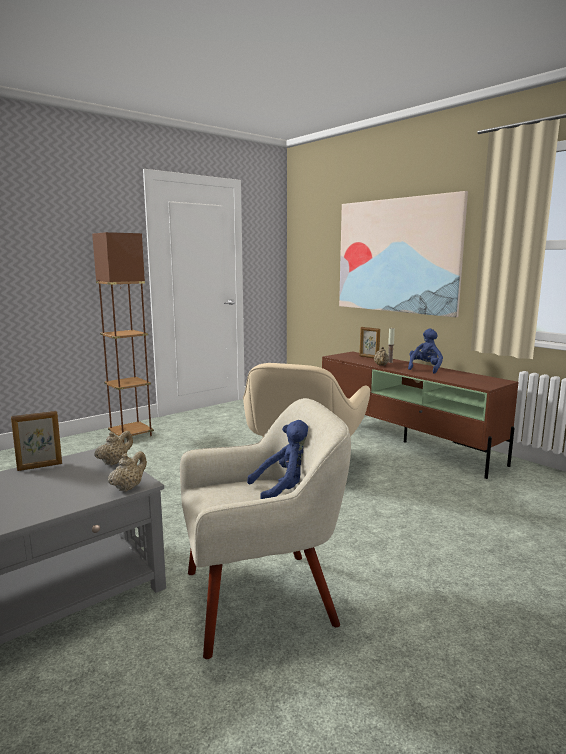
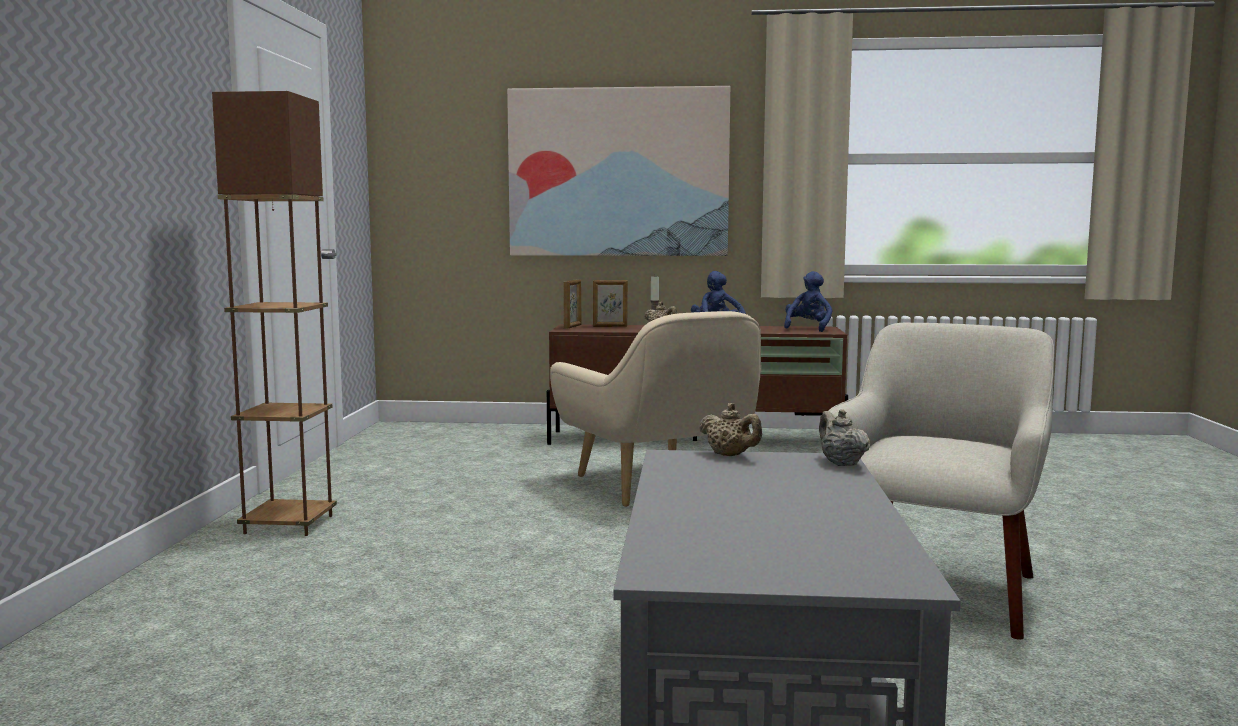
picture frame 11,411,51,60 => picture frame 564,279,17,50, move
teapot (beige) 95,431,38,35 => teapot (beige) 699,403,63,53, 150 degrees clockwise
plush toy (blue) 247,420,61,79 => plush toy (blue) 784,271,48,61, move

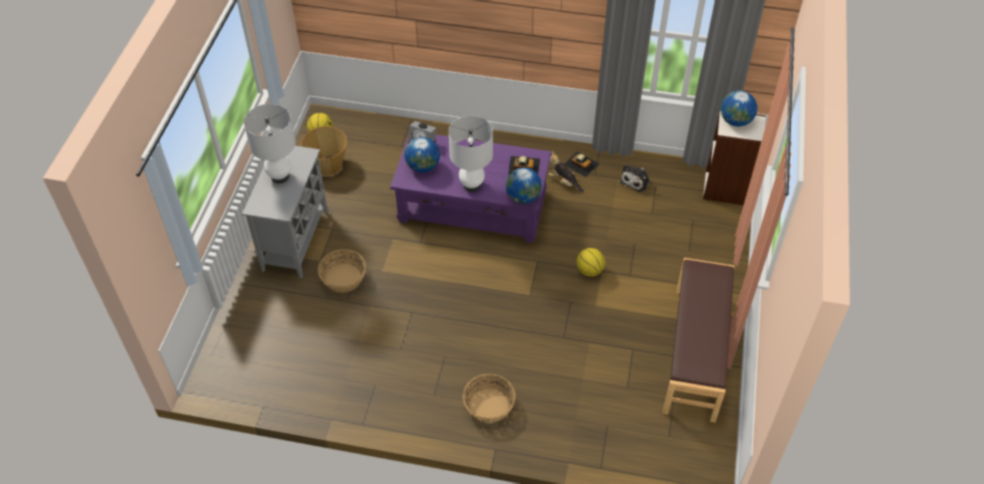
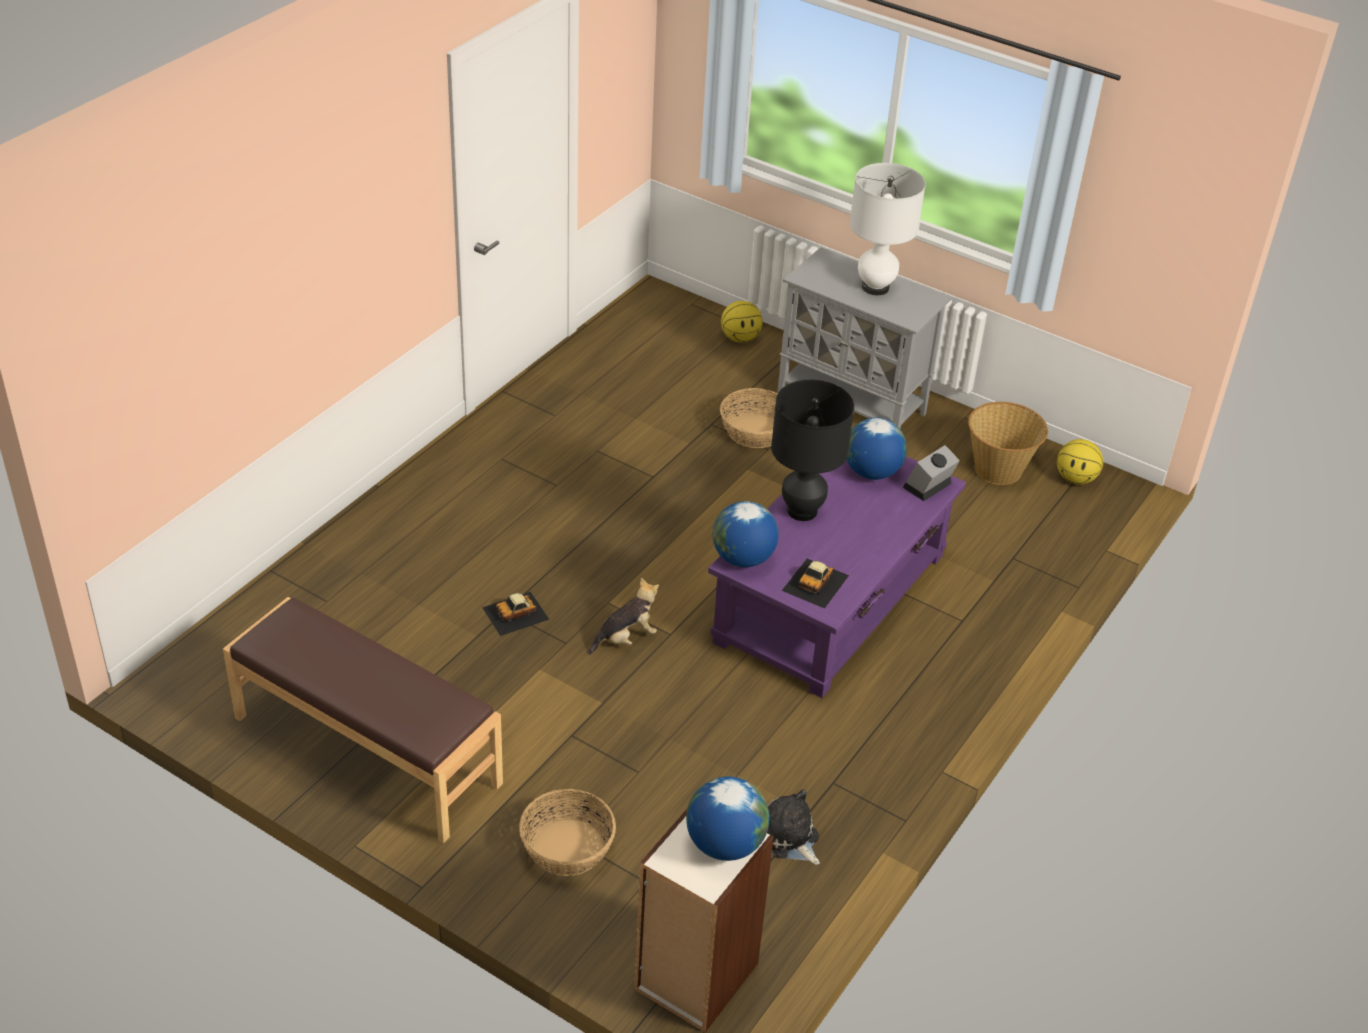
table lamp (white) 449,116,44,76 => table lamp (black) 771,379,83,142
basket 463,374,53,49 => basket 519,789,97,87, move
plush toy 548,152,36,40 => plush toy 588,578,71,77, move
toy car 564,151,35,26 => toy car 482,592,67,44, move
basketball 576,248,29,29 => basketball 721,301,42,42, move

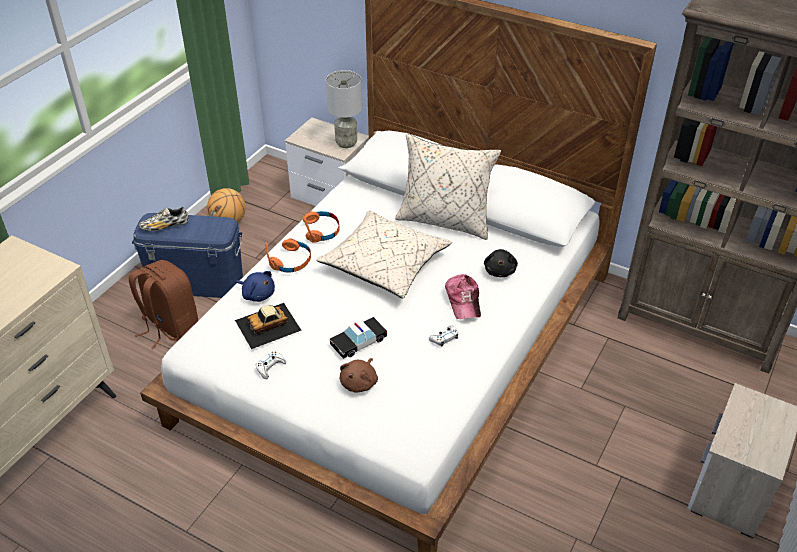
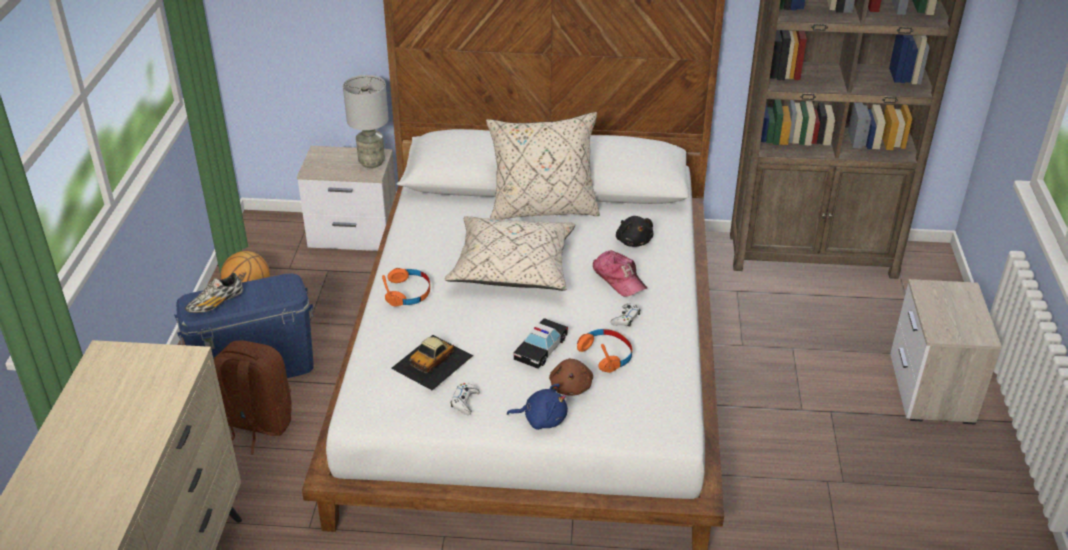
plush toy (blue) 235,271,40,31 => plush toy (blue) 507,384,61,46, move
headphones (orange) 303,211,37,32 => headphones (orange) 577,329,55,44, move

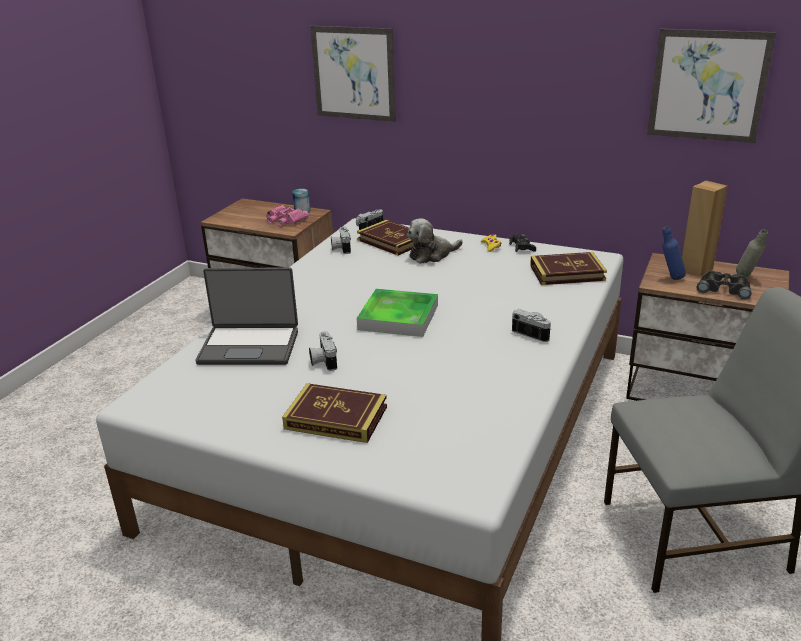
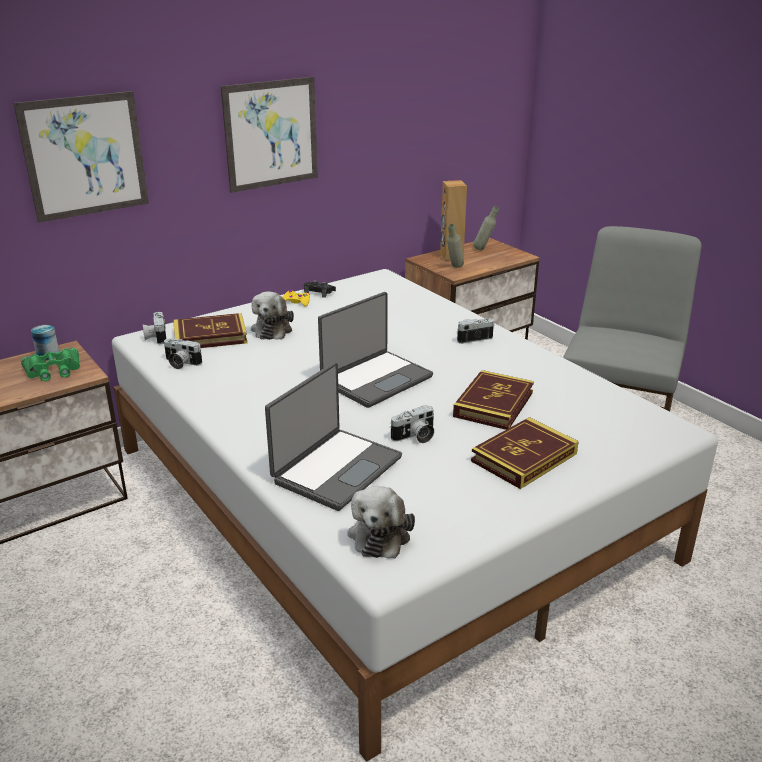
binoculars (pink) 266,205,43,21 => binoculars (green) 21,348,59,33
photo camera 309,331,28,40 => photo camera 390,405,44,38, 45 degrees counterclockwise
tray 357,289,81,48 => laptop 318,292,115,116
book 530,252,77,33 => book 453,370,81,60, move
picture 647,29,129,114 => picture 221,77,97,116, move
bottle (blue) 662,226,24,54 => bottle (grey) 447,224,17,44
binoculars (black) 697,271,55,29 => nothing
nothing => plush toy 347,486,68,72

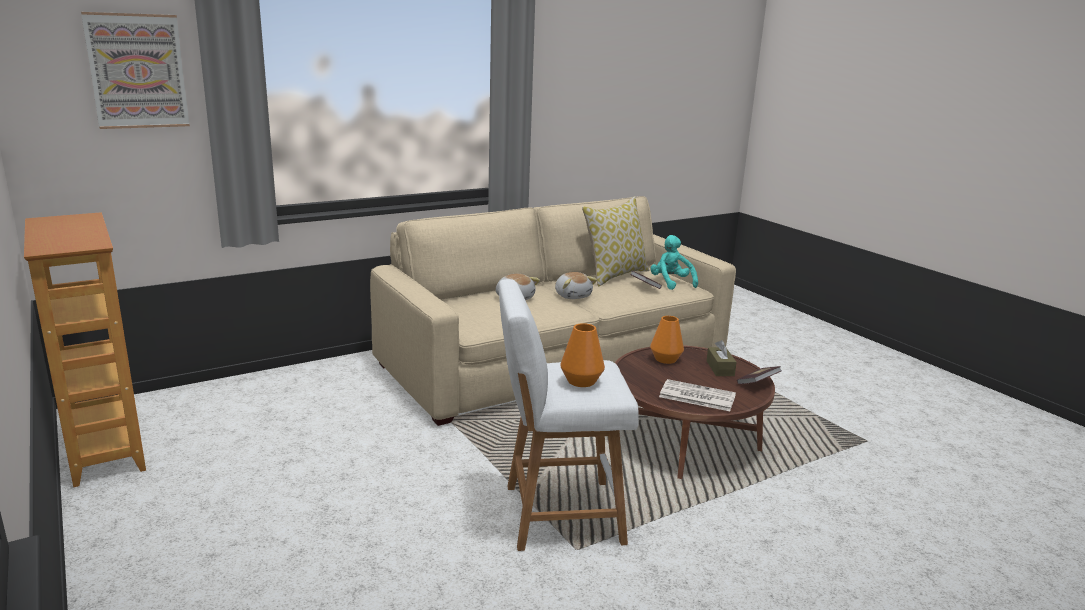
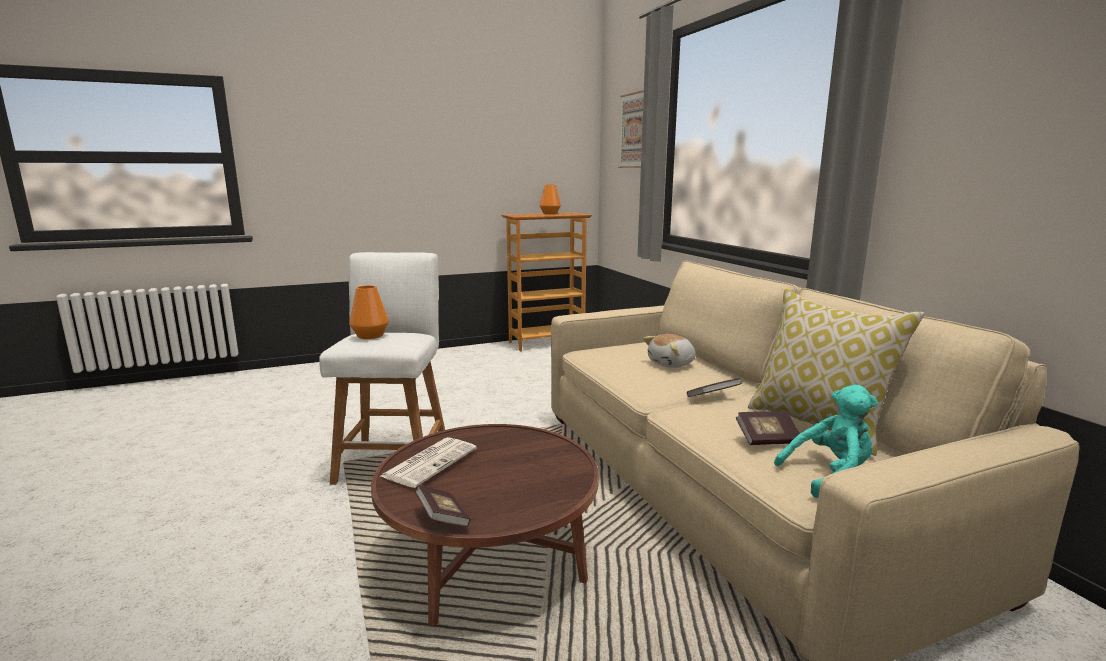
plush toy 555,272,42,27 => book 687,378,54,19
vase (orange) 650,316,34,48 => vase (orange) 539,184,22,30, move
tissue box (brown) 707,340,30,36 => nothing

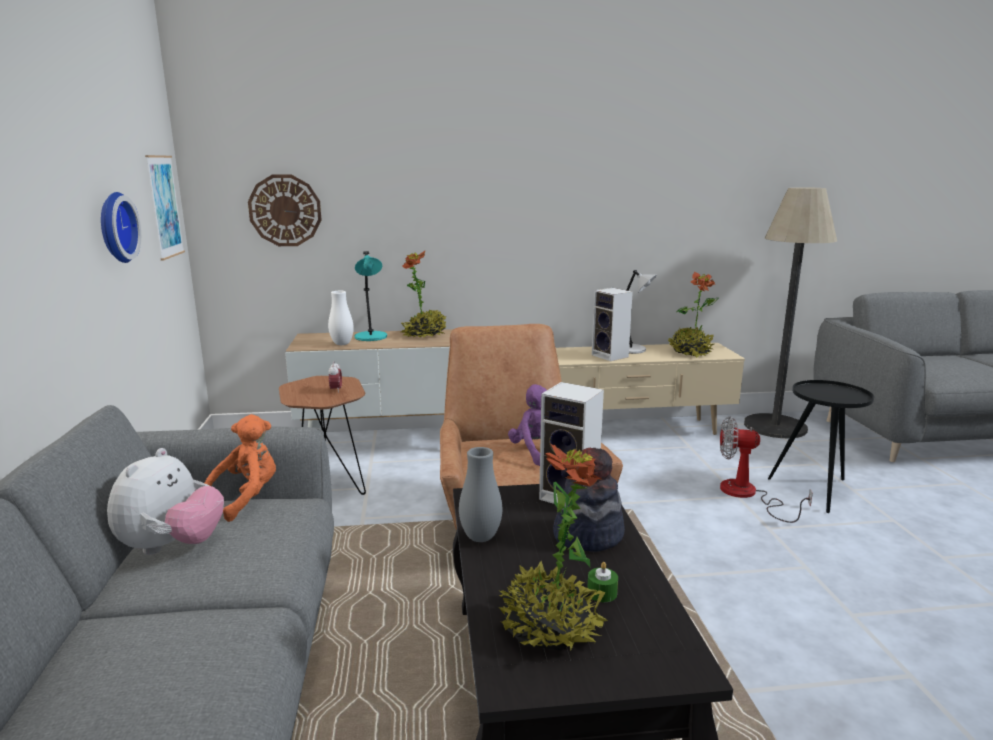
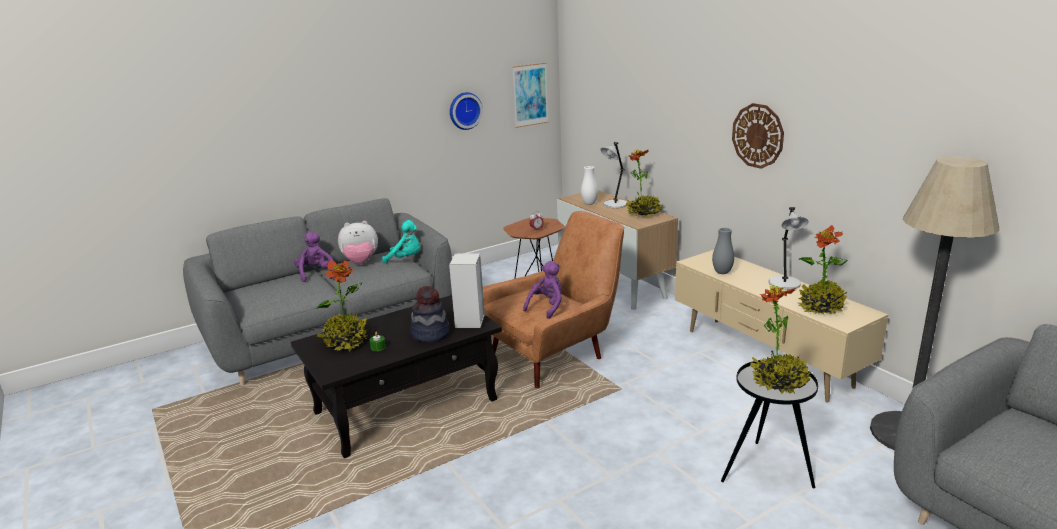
plush toy (orange) 205,414,71,108 => plush toy (turquoise) 382,220,38,44
wall clock 248,175,73,71 => wall clock 732,103,52,66, move
table lamp (turquoise) 354,251,33,90 => table lamp (grey) 600,142,28,66
vase (grey) 459,447,43,95 => vase (grey) 712,228,22,46, move
speaker 592,288,41,73 => nothing
fan 720,417,93,106 => nothing
nothing => plush toy (purple) 294,231,40,51
nothing => potted plant 750,286,62,108

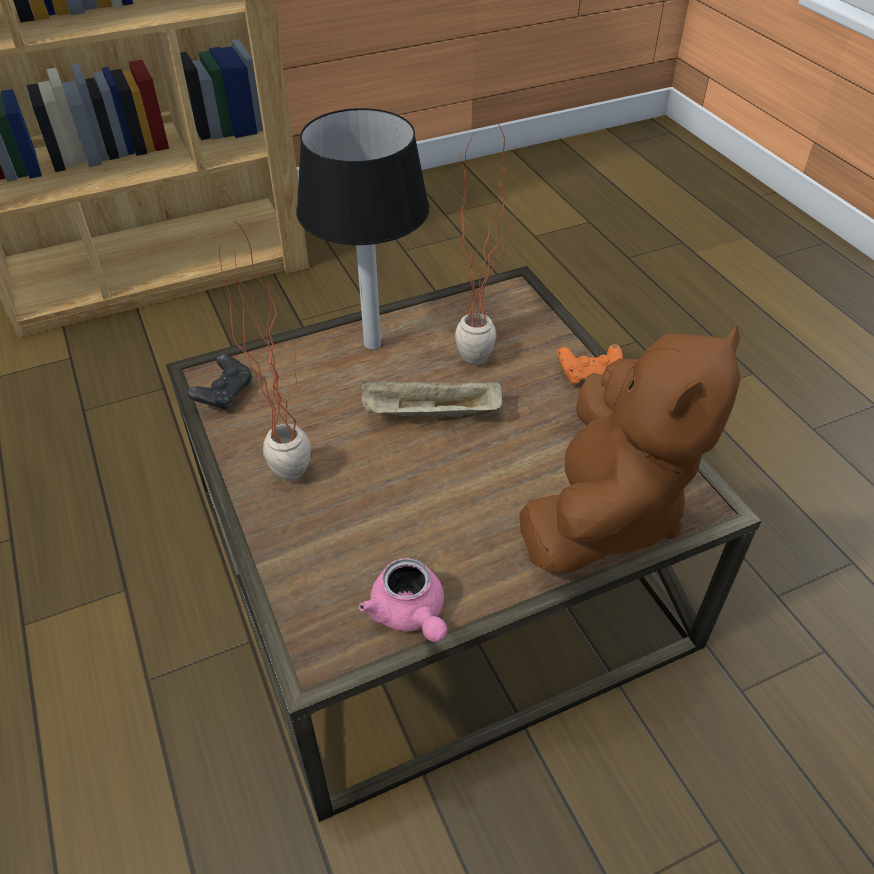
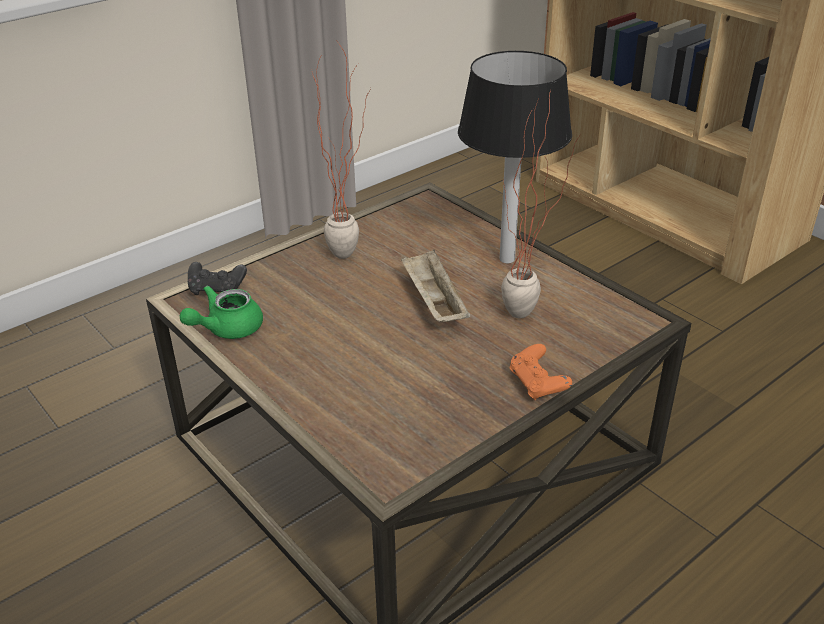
game controller (black) 187,355,65,56 => game controller (black) 188,262,59,33, move
teapot (pink) 359,558,88,84 => teapot (green) 180,285,83,54
plush toy (brown) 519,326,222,246 => nothing

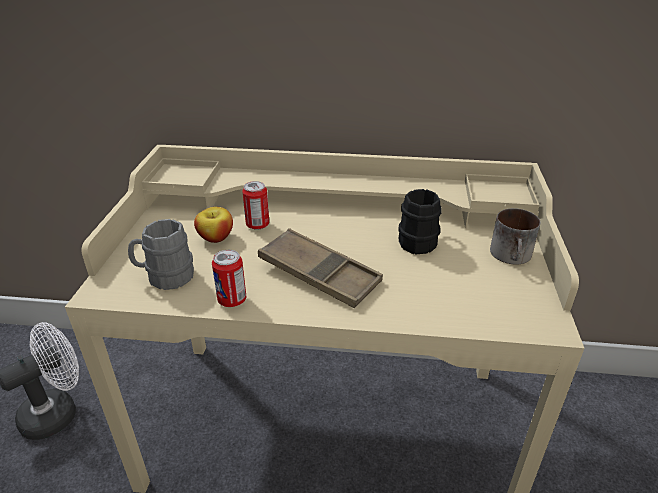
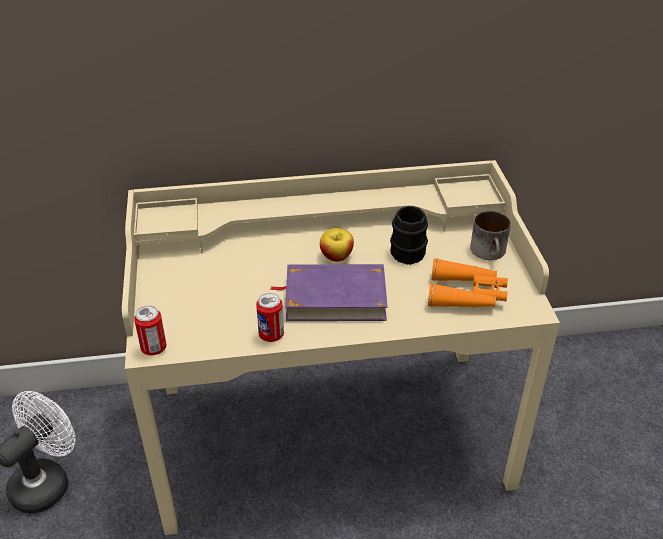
mug (grey) 128,219,66,71 => nothing
apple 194,207,39,36 => apple 320,228,34,33, move
can 242,181,27,49 => can 134,306,32,49, move
tray (brown) 258,228,125,80 => book (purple) 270,264,118,57
nothing => binoculars (orange) 428,258,80,50

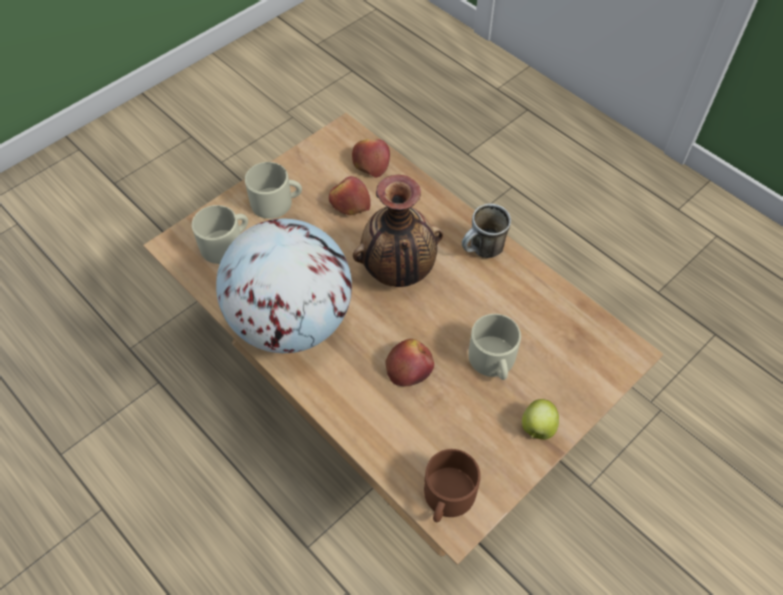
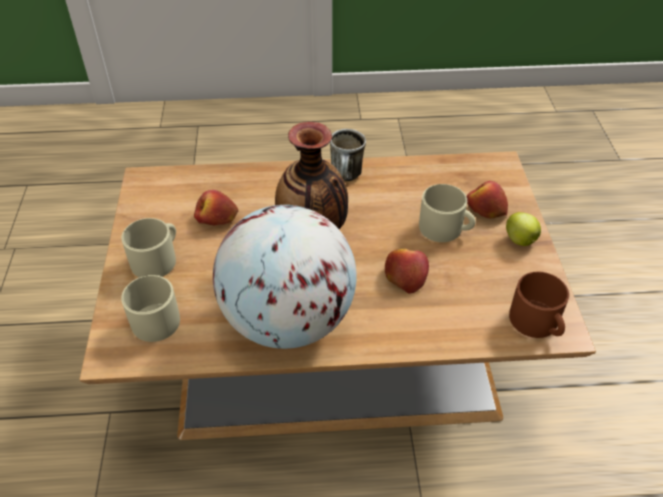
apple 352,139,38,39 => apple 467,181,41,37, move

